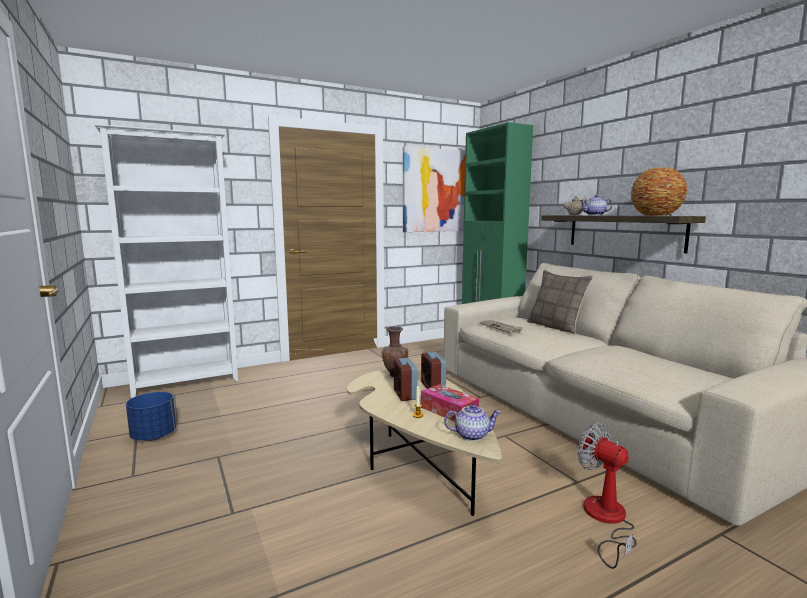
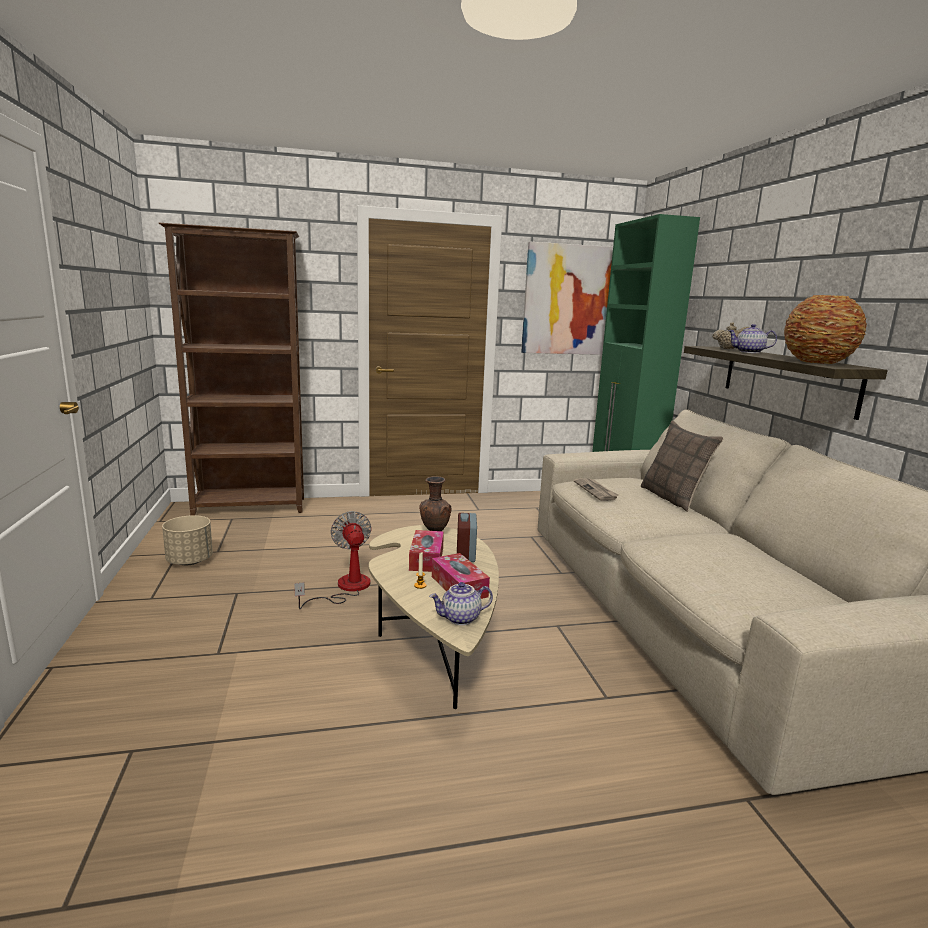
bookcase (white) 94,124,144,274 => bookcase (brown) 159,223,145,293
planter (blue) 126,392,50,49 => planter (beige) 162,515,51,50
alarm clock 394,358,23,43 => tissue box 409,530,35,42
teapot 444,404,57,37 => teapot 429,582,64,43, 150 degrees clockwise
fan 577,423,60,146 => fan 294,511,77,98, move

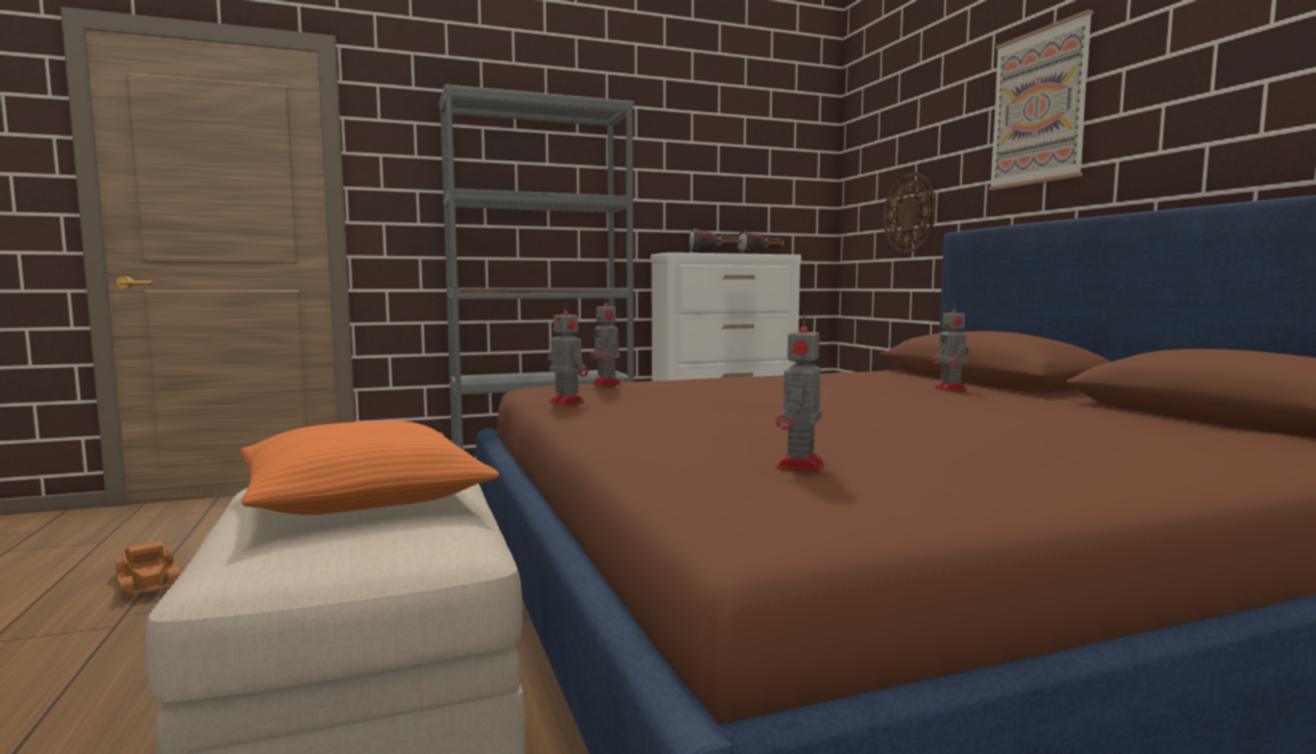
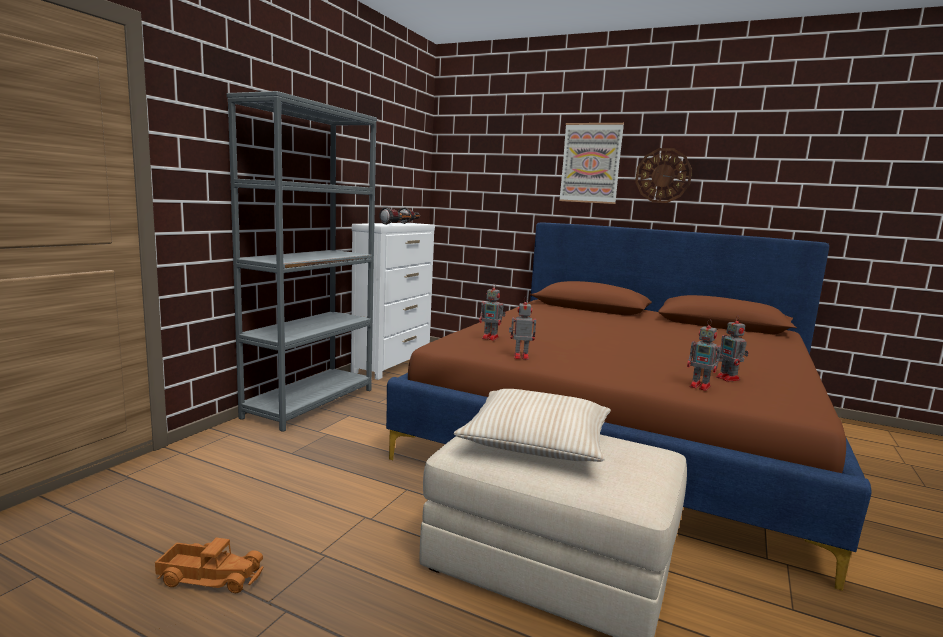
pillow (orange) 241,421,258,94 => pillow (beige) 454,389,157,73
wall clock 883,172,53,81 => wall clock 635,148,57,55, move
toy robot 933,302,36,88 => toy robot 687,319,36,72, move

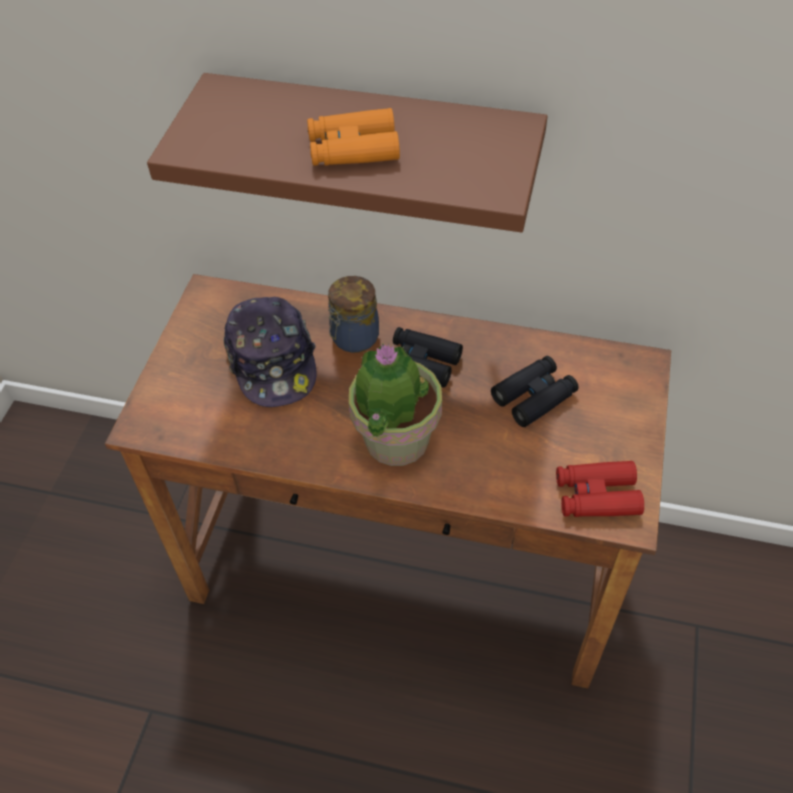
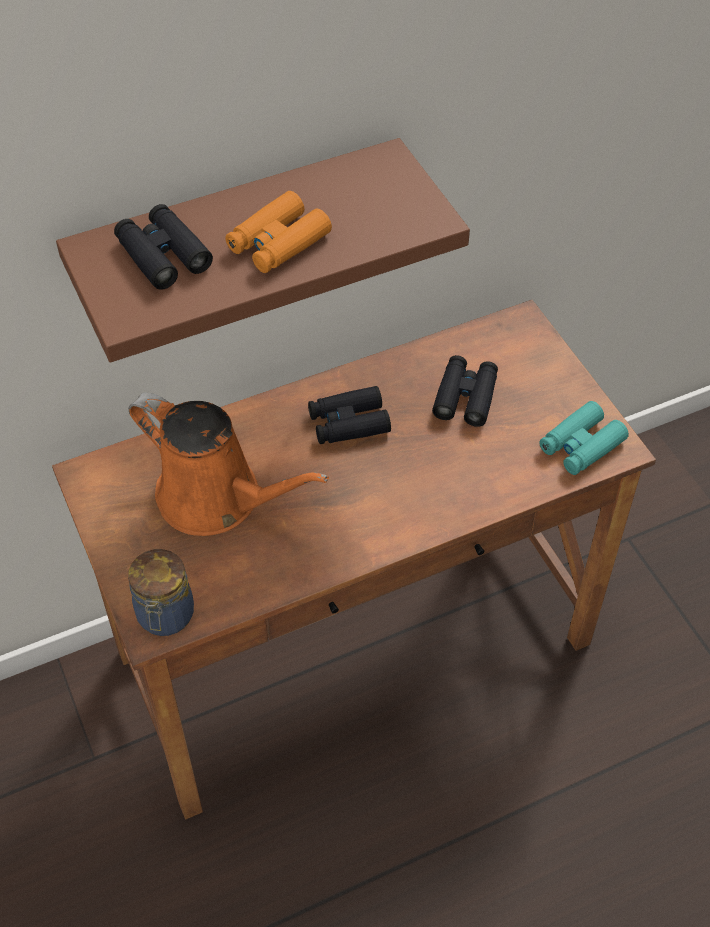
cap 223,297,94,110 => watering can (orange) 129,392,200,144
jar 328,276,51,77 => jar 128,549,66,87, move
potted plant 349,343,93,123 => nothing
binoculars (red) 556,461,88,56 => binoculars (turquoise) 539,401,90,74
nothing => binoculars (black) 114,204,99,86

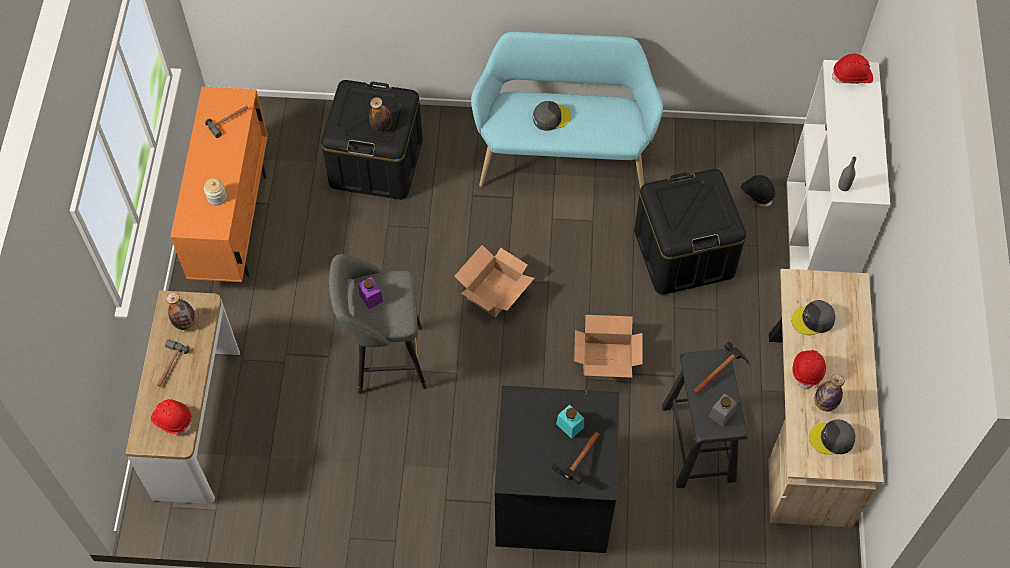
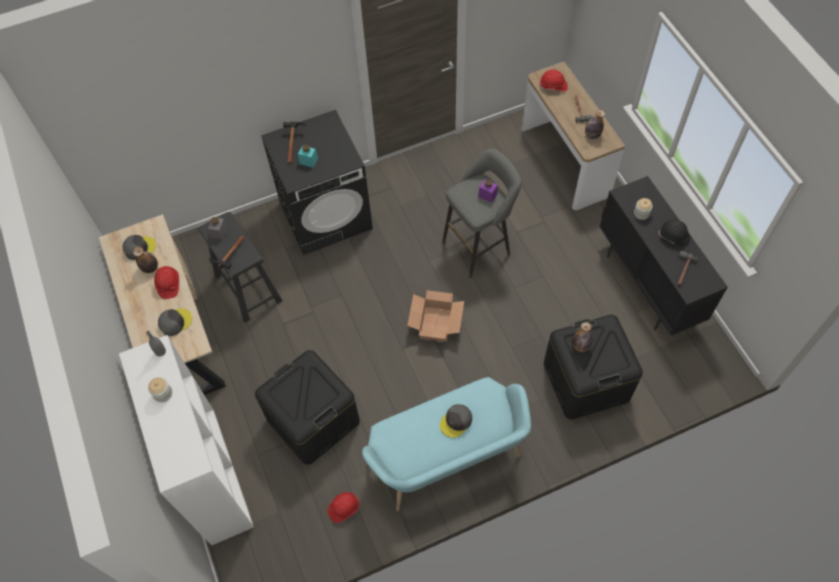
cabinet (orange) 170,87,98,195 => cabinet (black) 599,176,129,160
cardboard box 574,315,69,63 => nothing
hard hat (black) 741,175,34,32 => hard hat (black) 658,219,32,28, move
hard hat (red) 832,54,41,30 => hard hat (red) 328,492,31,31, move
nothing => jar 148,377,24,25

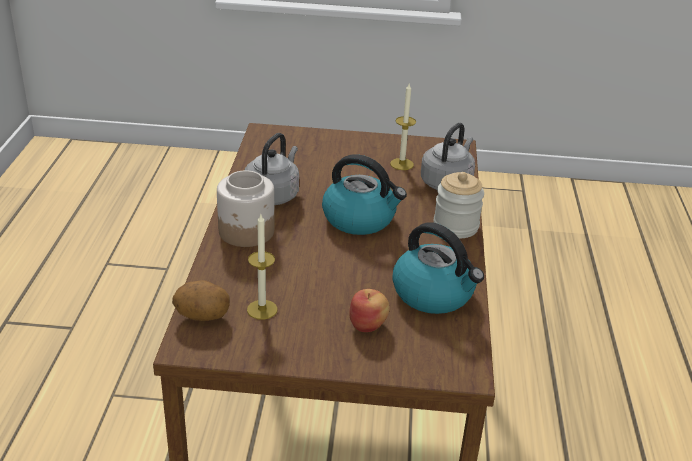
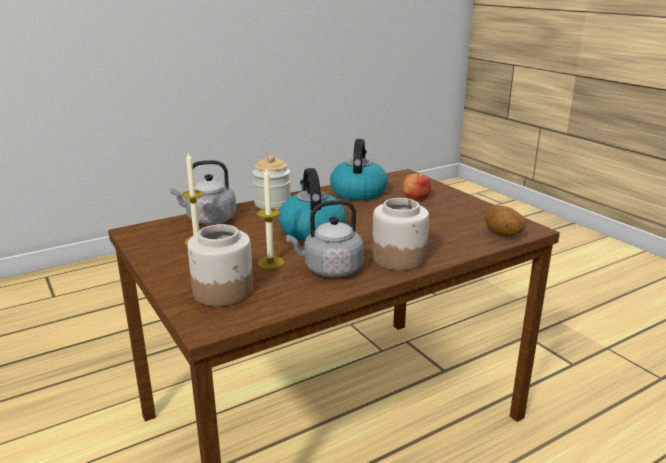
candle 247,214,30,106 => candle 257,167,27,102, move
nothing => jar 187,224,66,83

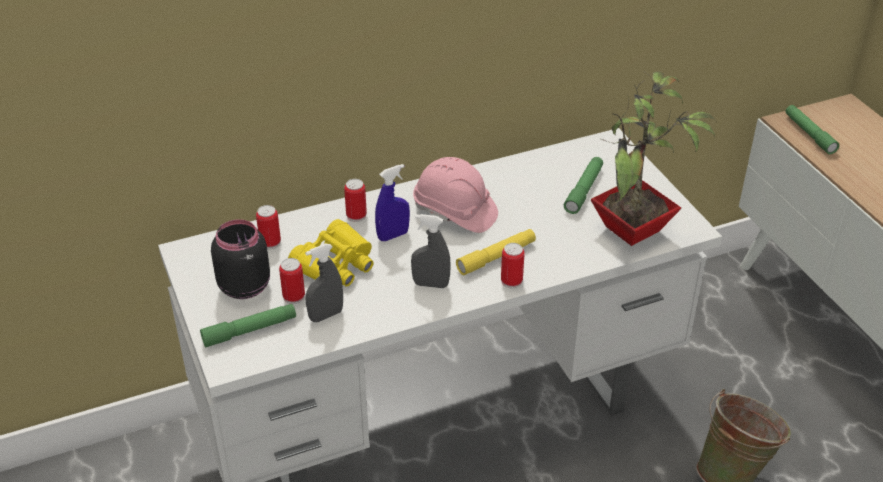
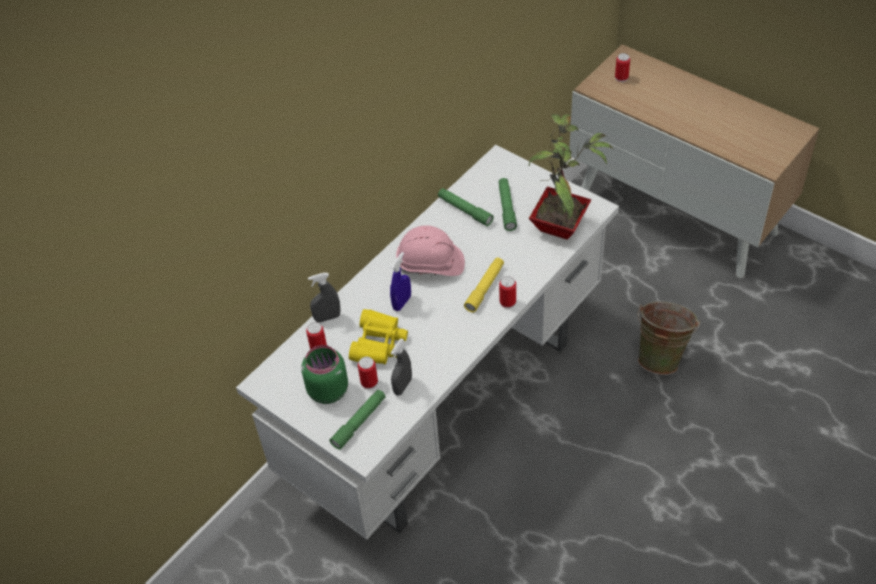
jar (black) 211,219,59,80 => jar (green) 301,345,47,59
can 344,179,23,43 => can 615,53,15,29, move
spray bottle (grey) 411,214,40,74 => spray bottle (grey) 308,273,33,50, move
flashlight (green) 785,105,54,49 => flashlight (green) 438,188,56,38, move

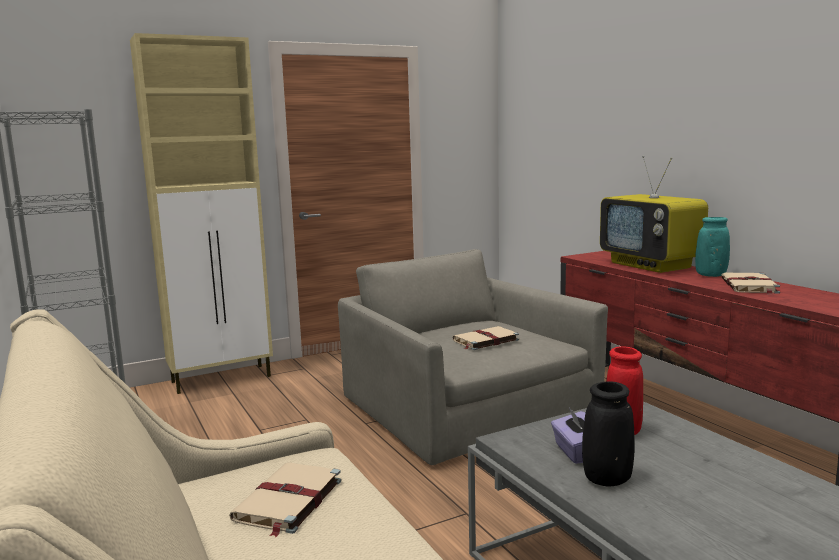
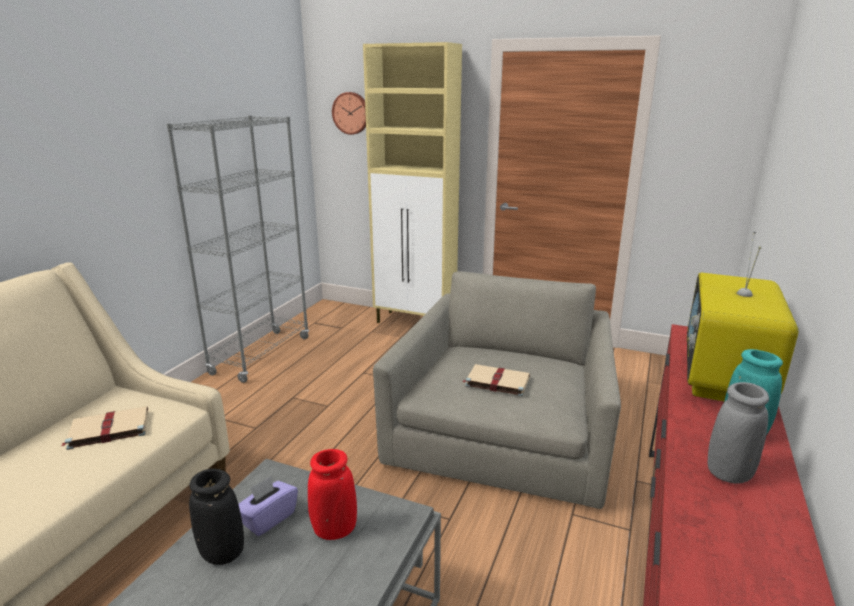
book (beige) 721,272,59,23 => vase (grey) 708,382,61,102
nothing => wall clock 332,92,34,43

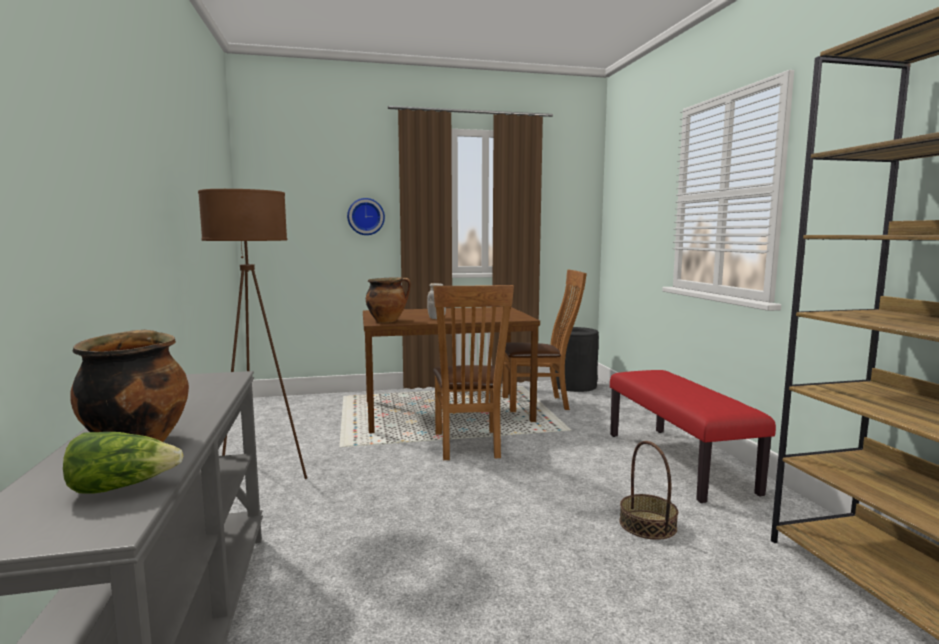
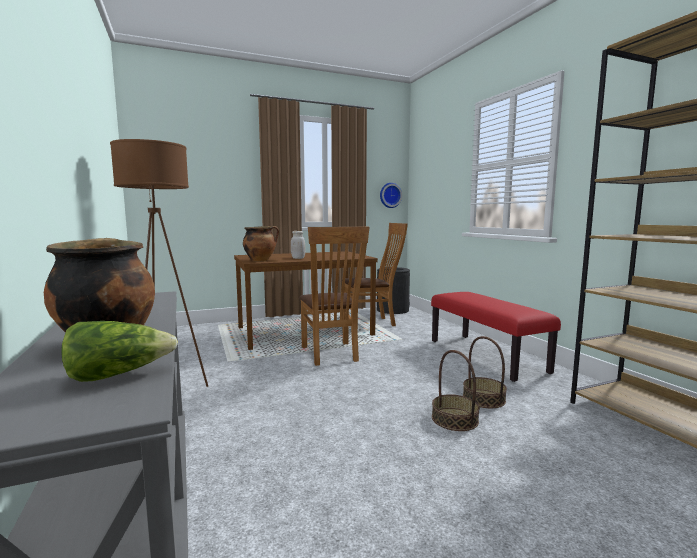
wall clock 347,198,38,37 => wall clock 380,183,22,25, move
nothing => basket 432,350,48,81

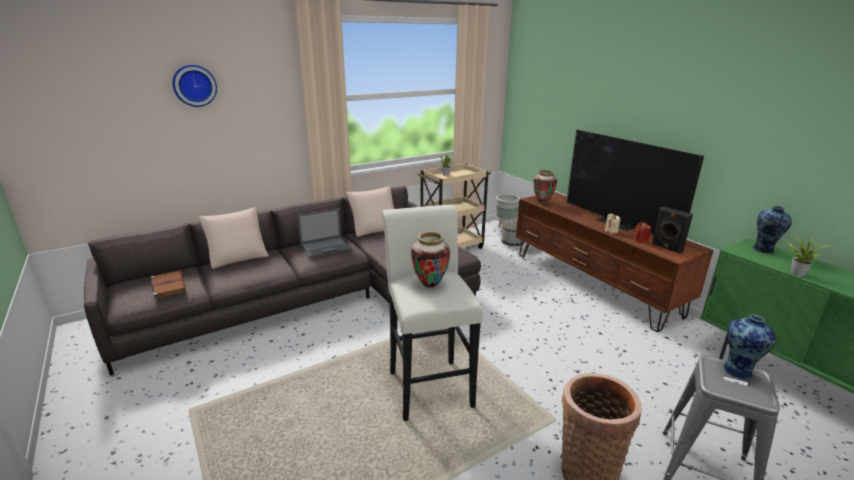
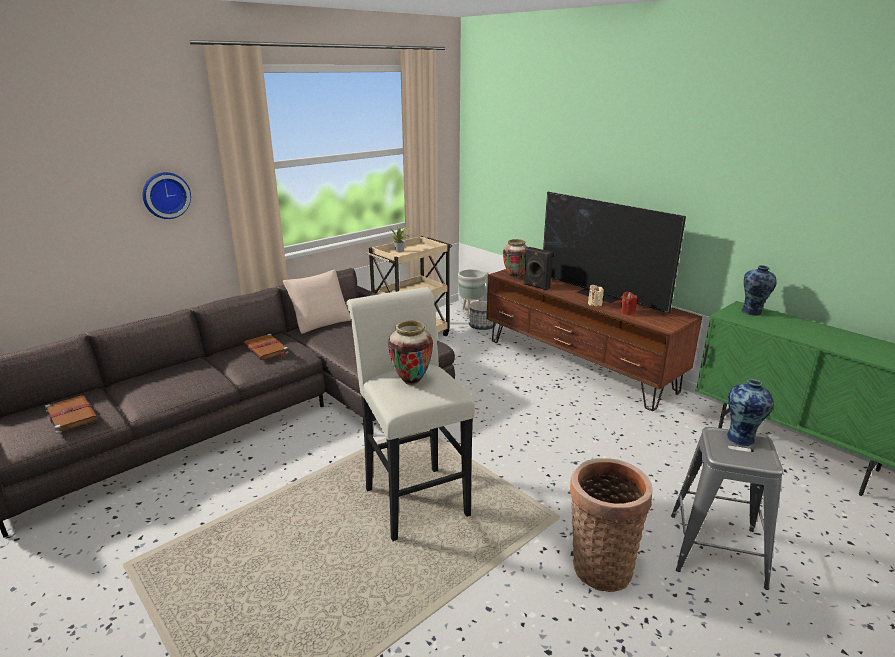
wall clock 172,65,45,42 => wall clock 143,172,48,47, move
pillow (beige) 199,207,70,62 => nothing
laptop 297,208,54,50 => book (brown) 243,334,46,26
speaker (black) 652,206,41,48 => speaker (black) 524,247,29,44, move
potted plant 788,237,42,39 => nothing

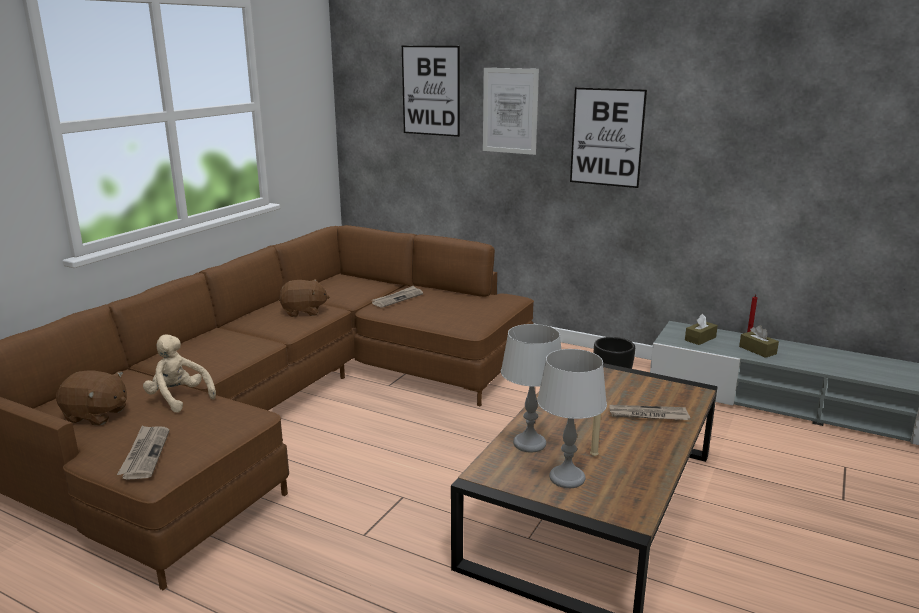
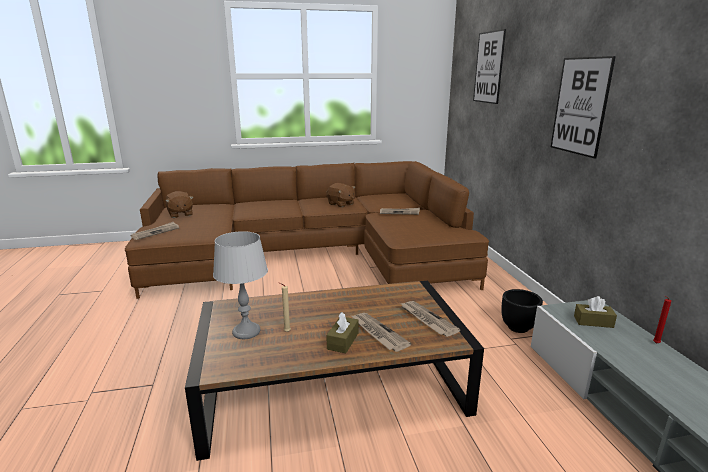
plush toy (beige) 143,334,73,79 => nothing
picture 483,68,56,87 => nothing
table lamp (grey) 501,324,60,128 => nothing
tissue box (brown) 739,325,40,33 => tissue box (brown) 326,312,33,41, move
nothing => newspaper 400,301,61,36

